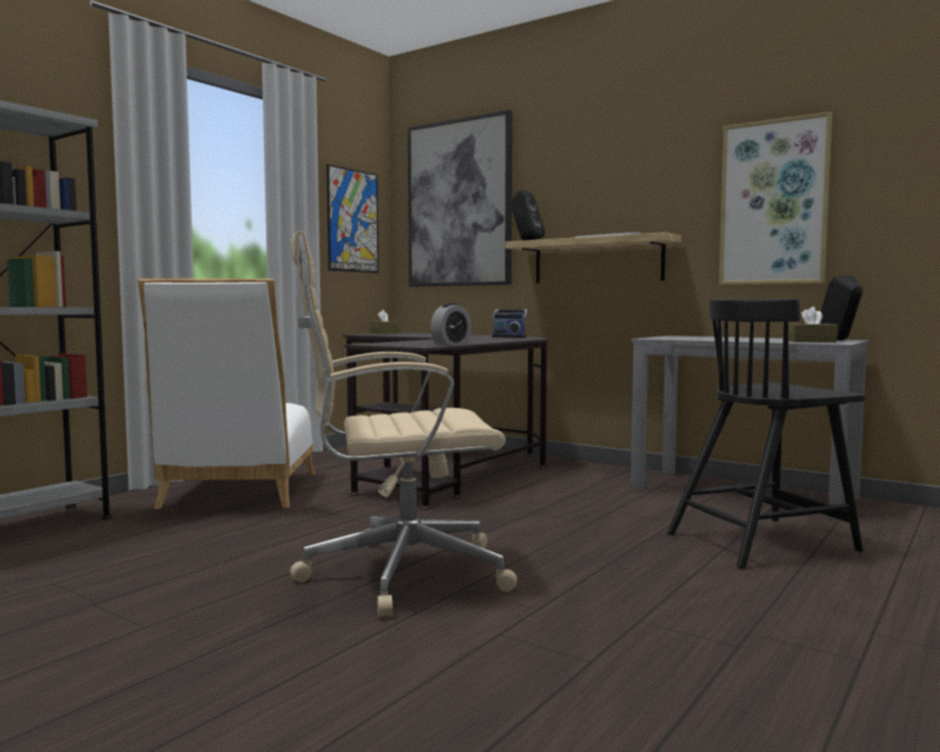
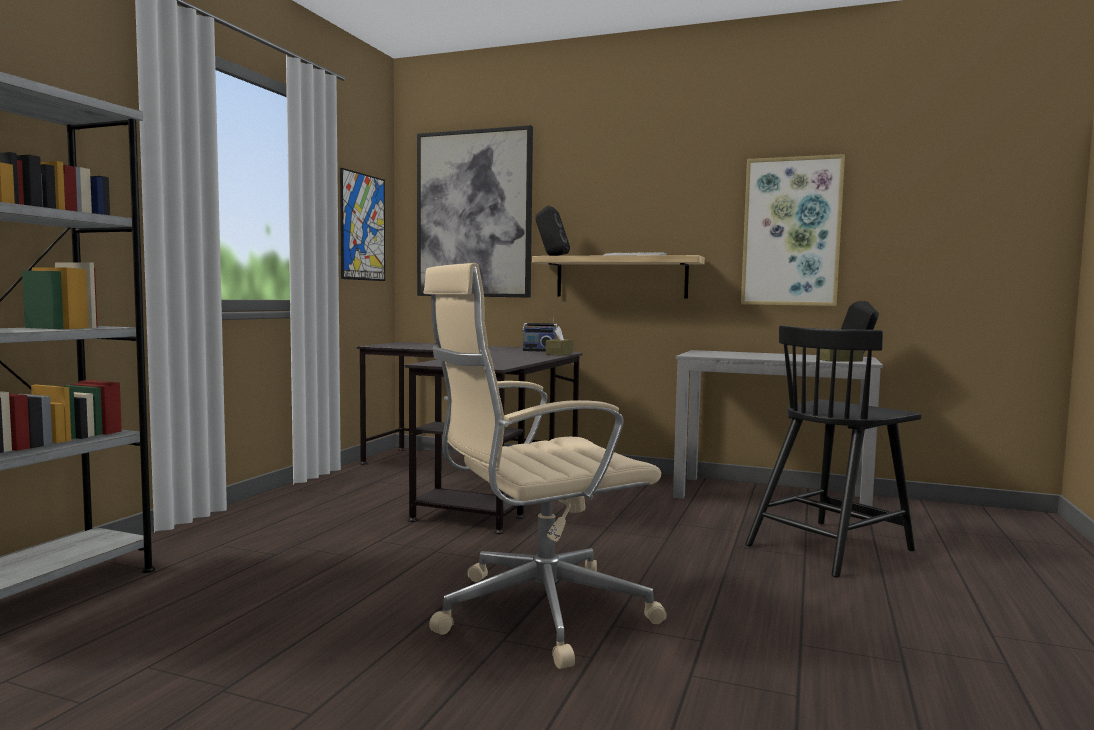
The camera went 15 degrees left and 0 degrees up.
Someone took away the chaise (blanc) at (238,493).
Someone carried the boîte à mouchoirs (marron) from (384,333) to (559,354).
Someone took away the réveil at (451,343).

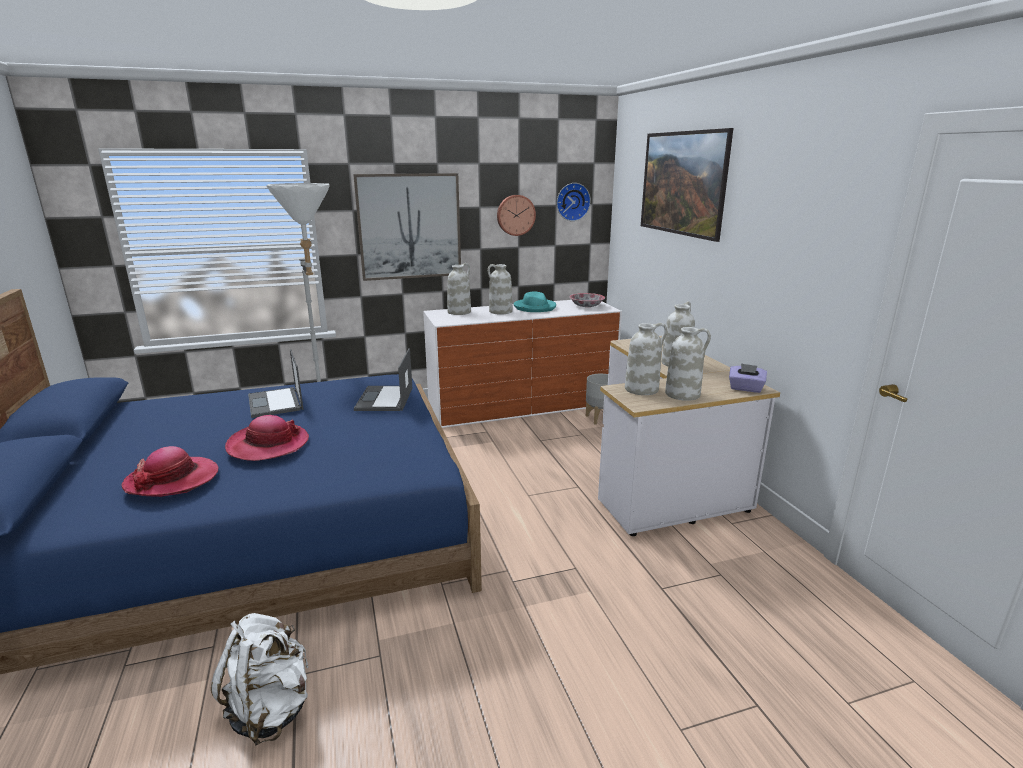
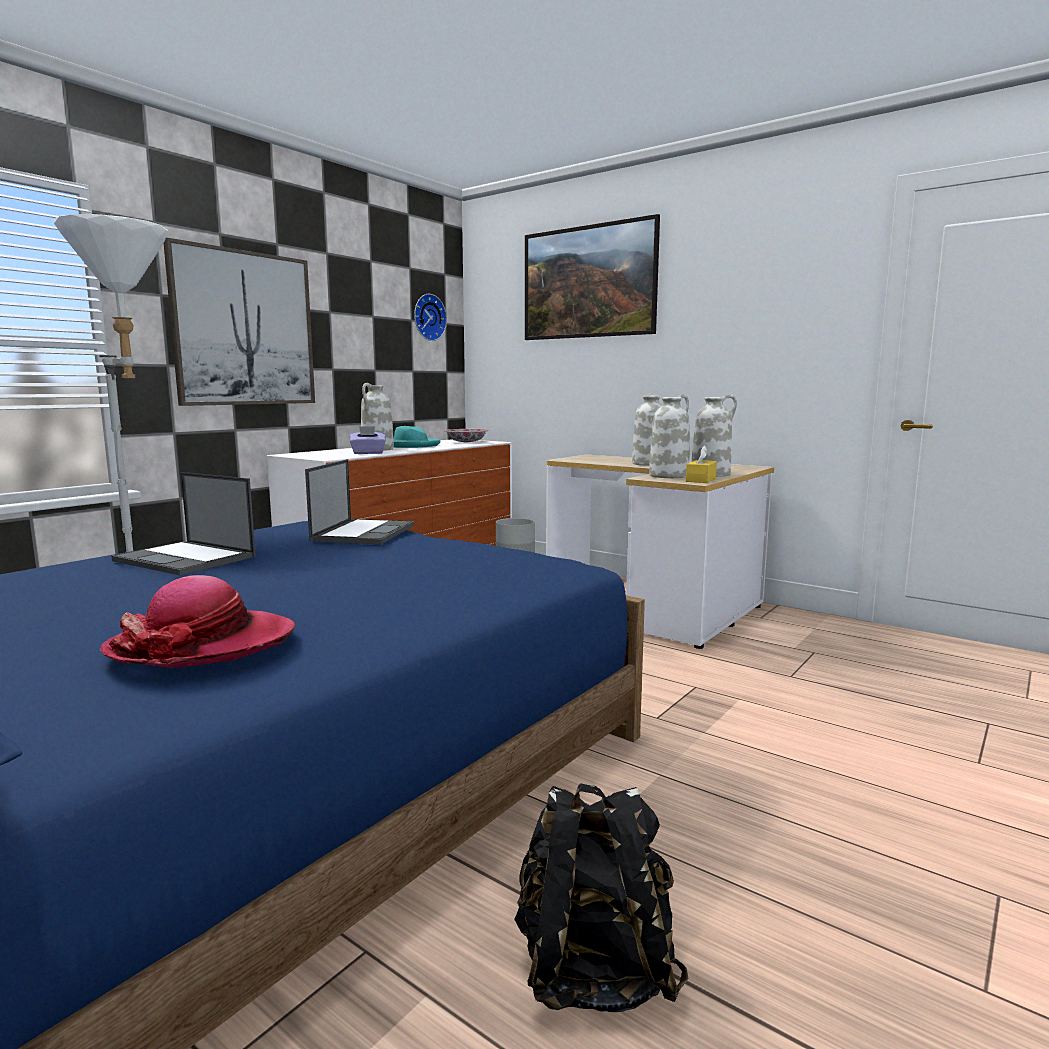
The camera went 35 degrees left and 10 degrees down.
Someone repainted the sac à dos (blanc) at (271,710), which became the sac à dos (noir) at (593,968).
Someone took away the chapeau at (268,444).
Someone rotated the ordinateur portable at (384,399) by 135 degrees counterclockwise.
Someone took away the vase (blanc) at (459,312).
Someone took away the horloge murale at (515,215).
Someone carried the boîte à mouchoirs (violet) from (745,388) to (368,453).
Someone put down the boîte à mouchoirs (jaune) at (701,480).

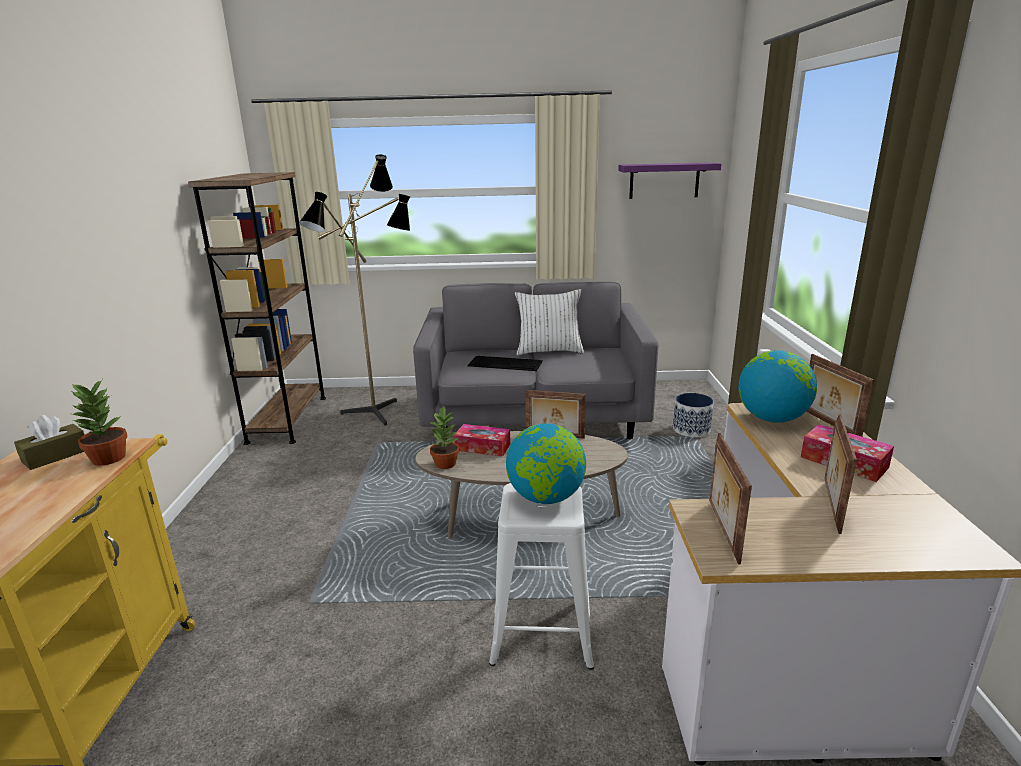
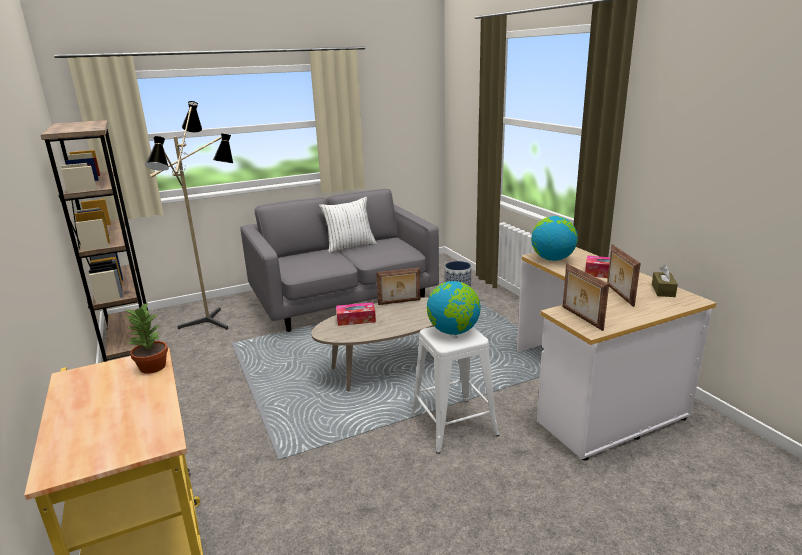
The camera went 25 degrees left and 0 degrees up.
Someone carried the boîte à mouchoirs (marron) from (55,456) to (663,290).
Someone took away the plante en pot at (446,463).
Someone took away the clavier at (506,363).
Someone took away the étagère (violet) at (664,180).
Someone took away the cadre photo at (829,424).

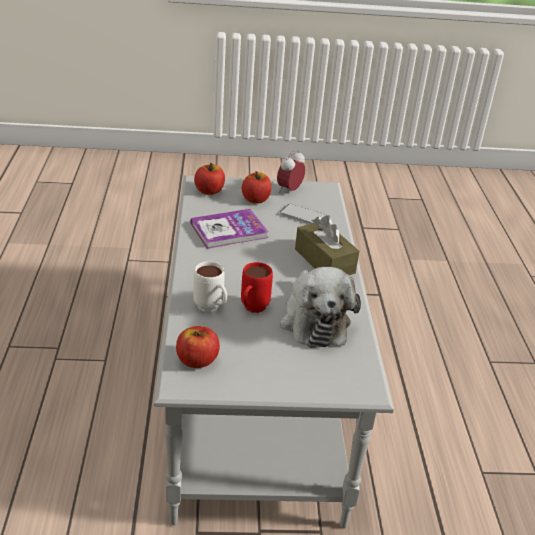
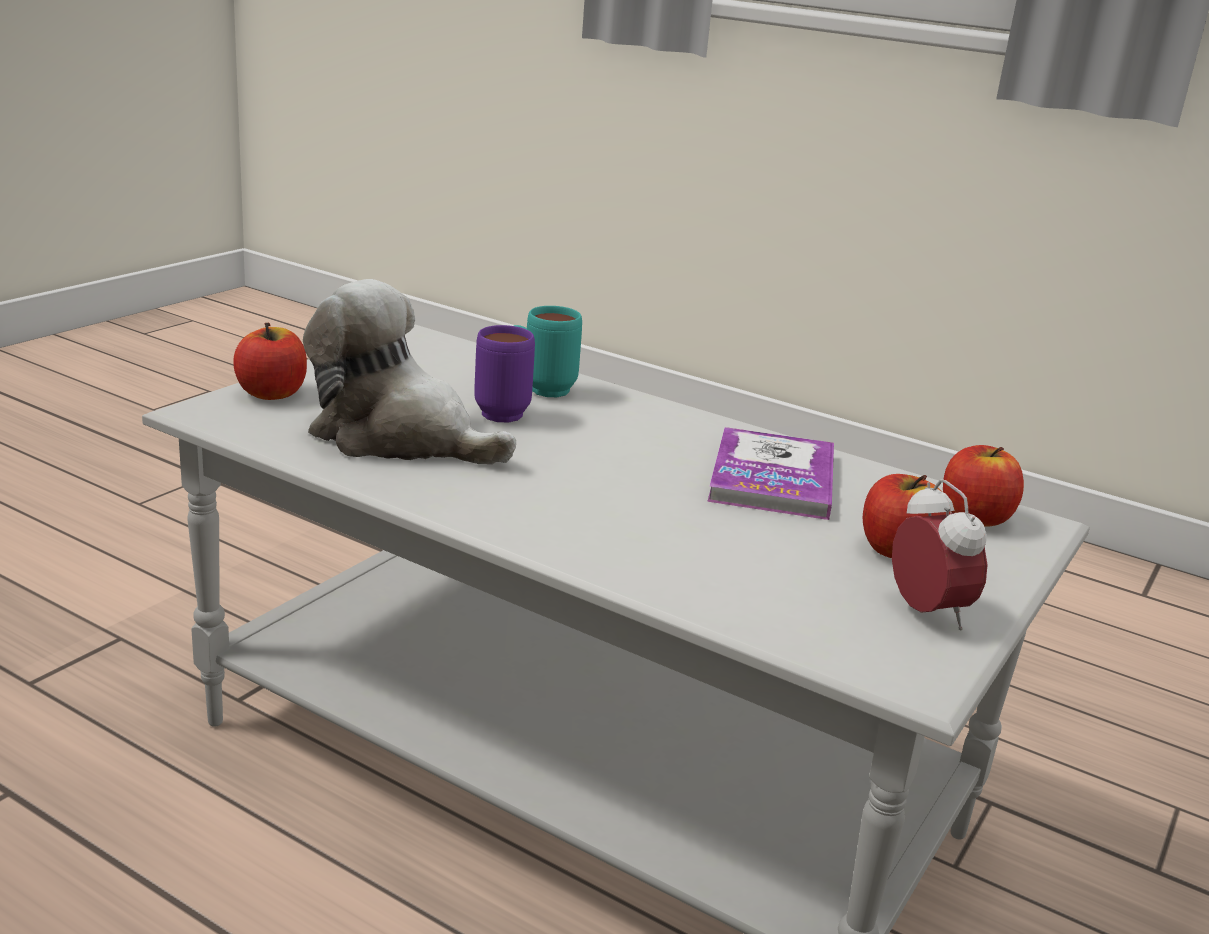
The camera went 125 degrees right and 10 degrees down.
Someone carried the pomme from (197,360) to (272,393).
Someone repainted the mug (blanc) at (211,309), which became the mug (turquoise) at (538,391).
Someone repainted the mug (rouge) at (252,310), which became the mug (violet) at (497,411).
Someone took away the téléphone at (305,216).
Someone took away the boîte à mouchoirs (marron) at (324,261).

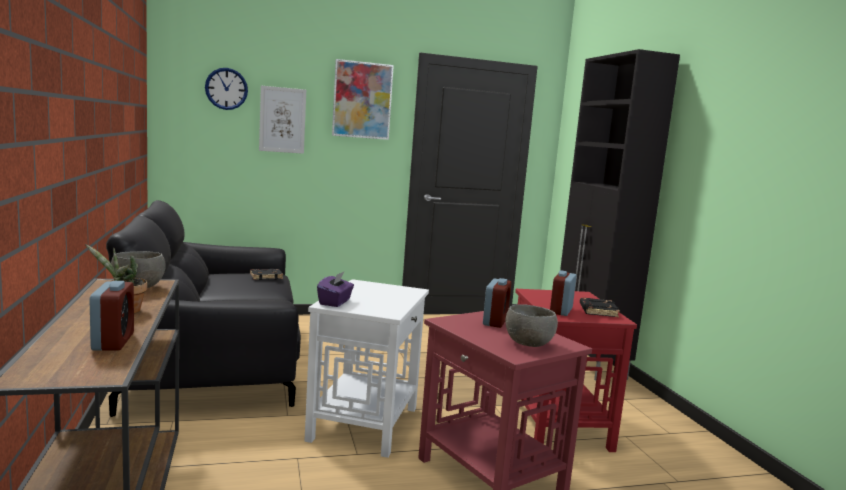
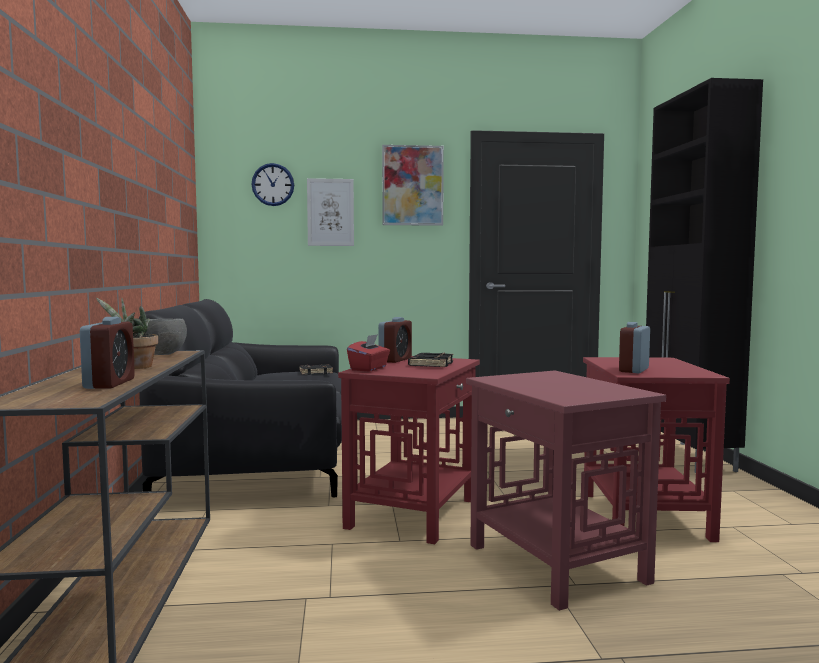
The camera went 10 degrees right and 5 degrees down.
Someone repainted the table d'appoint (blanc) at (365,424), which became the table d'appoint (rouge) at (413,513).
Someone repainted the boîte à mouchoirs (violet) at (335,302), which became the boîte à mouchoirs (rouge) at (369,369).
Someone carried the réveil from (495,321) to (395,360).
Someone took away the bol (gris) at (529,344).
Someone carried the livre (noir) from (597,311) to (430,364).

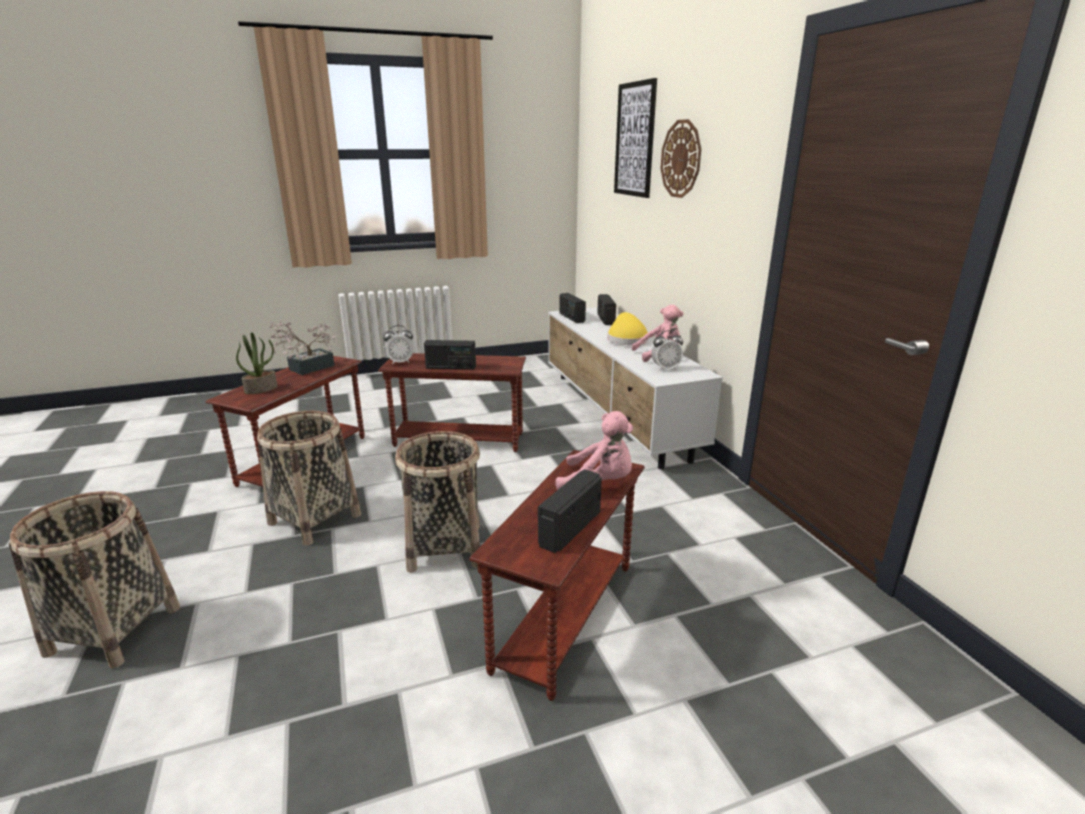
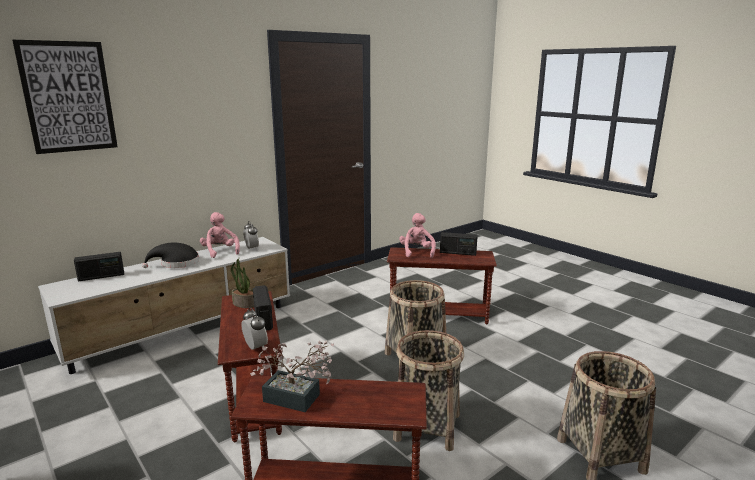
The camera went 110 degrees left and 5 degrees down.
Someone carried the plante en pot from (261,389) to (244,304).
Someone took away the radio at (571,318).
Someone repainted the chapeau (jaune) at (626,339), which became the chapeau (noir) at (176,263).
Someone took away the horloge murale at (681,159).

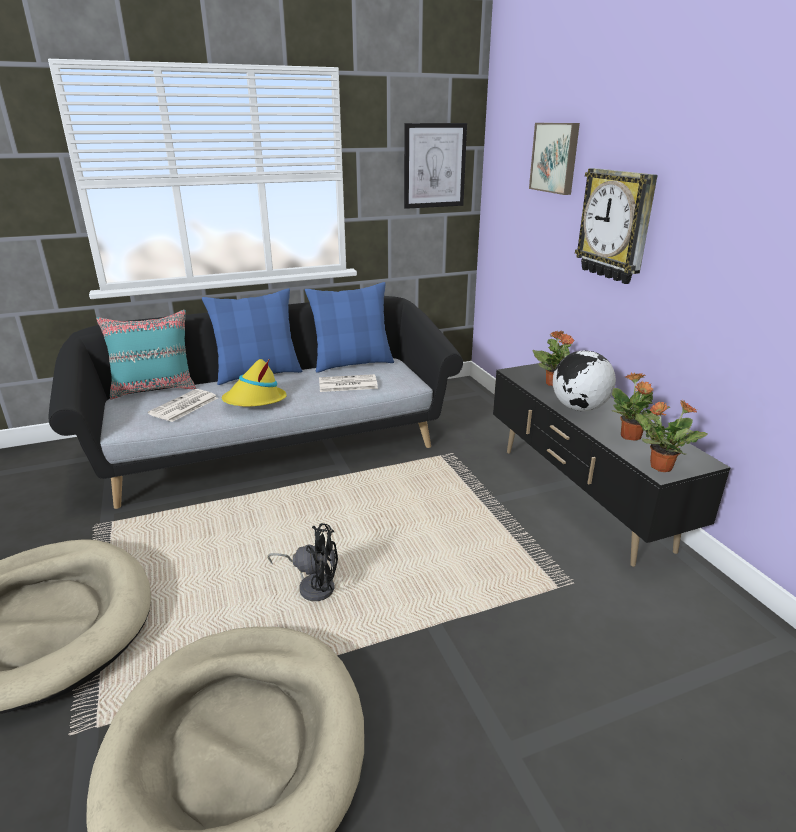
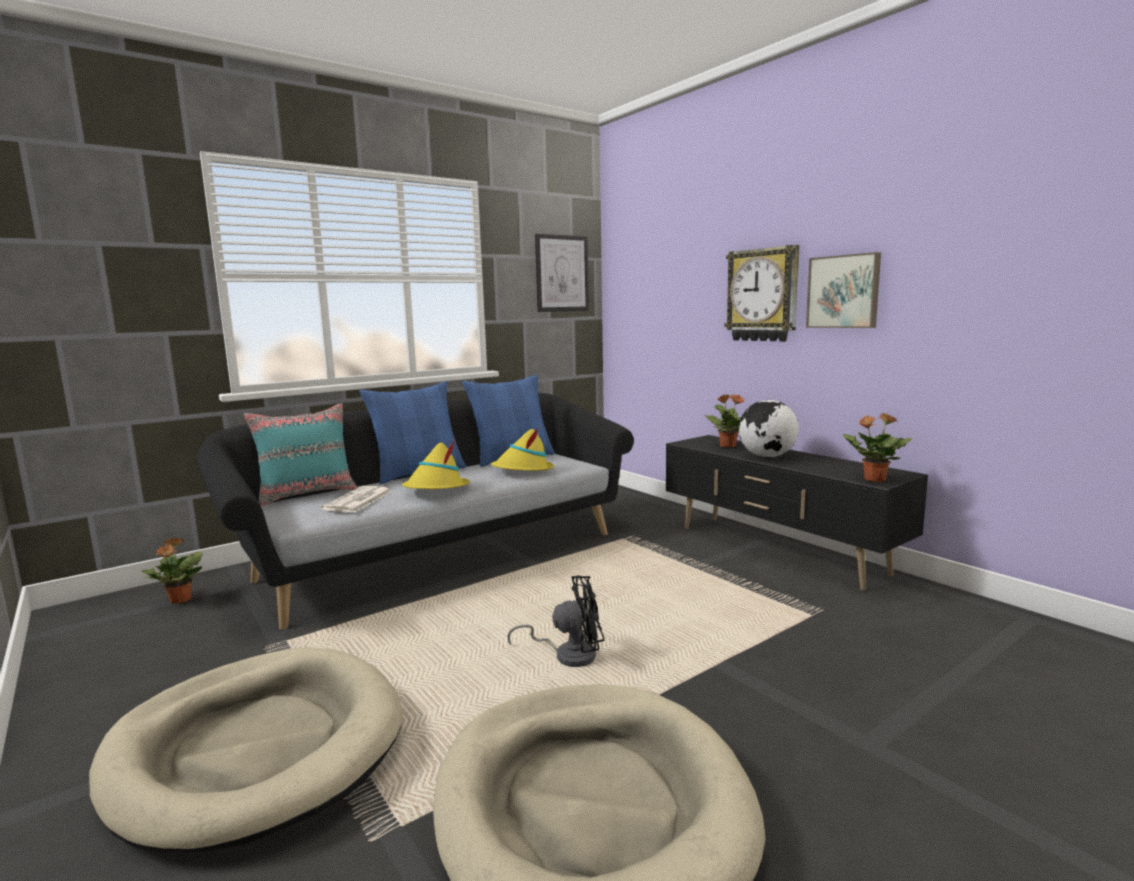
The camera went 15 degrees left and 15 degrees down.
Someone swapped the journal at (347,384) for the chapeau (jaune) at (523,470).
Someone carried the tableau from (555,158) to (844,291).
Someone carried the plante en pot from (630,437) to (180,600).

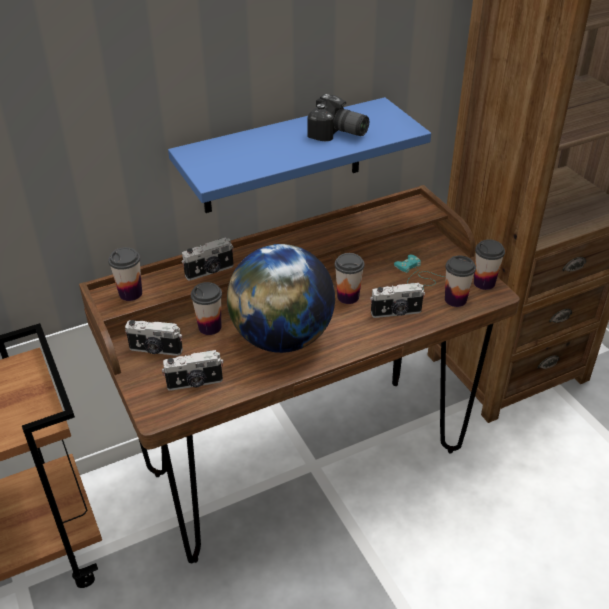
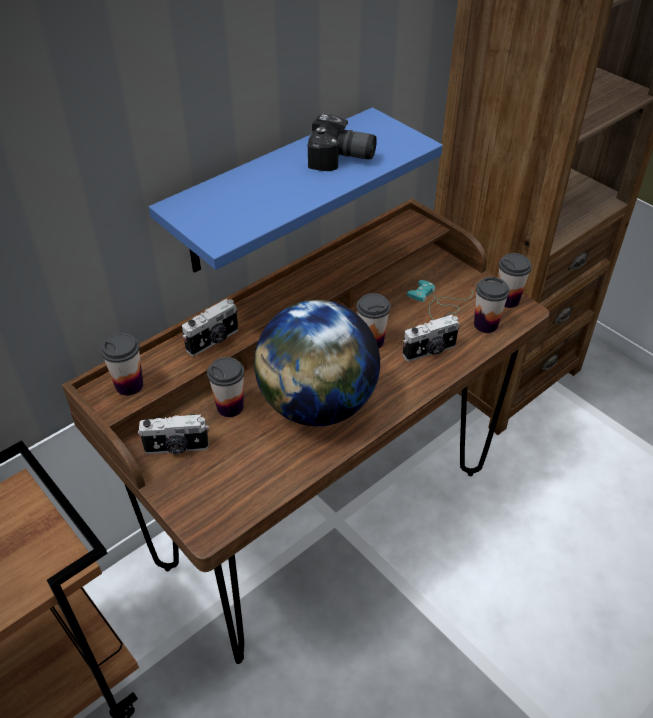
The camera went 15 degrees left and 5 degrees up.
Someone took away the appareil photo at (195,383).

